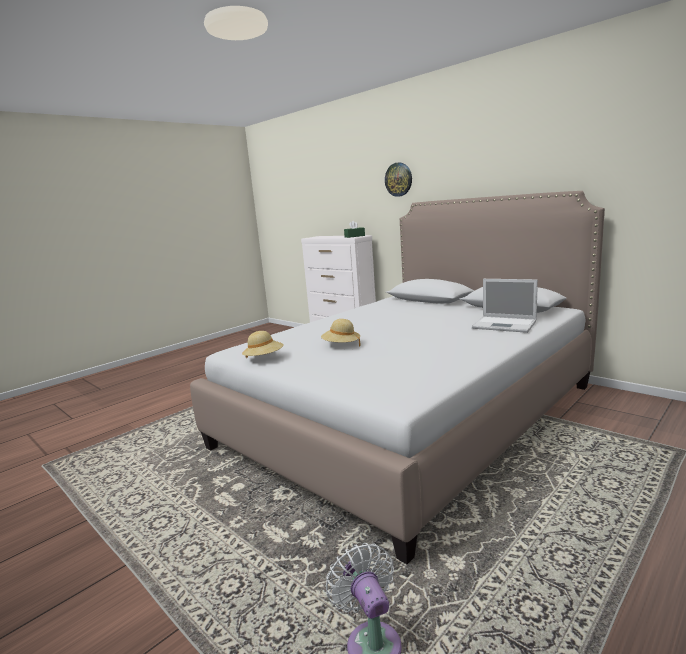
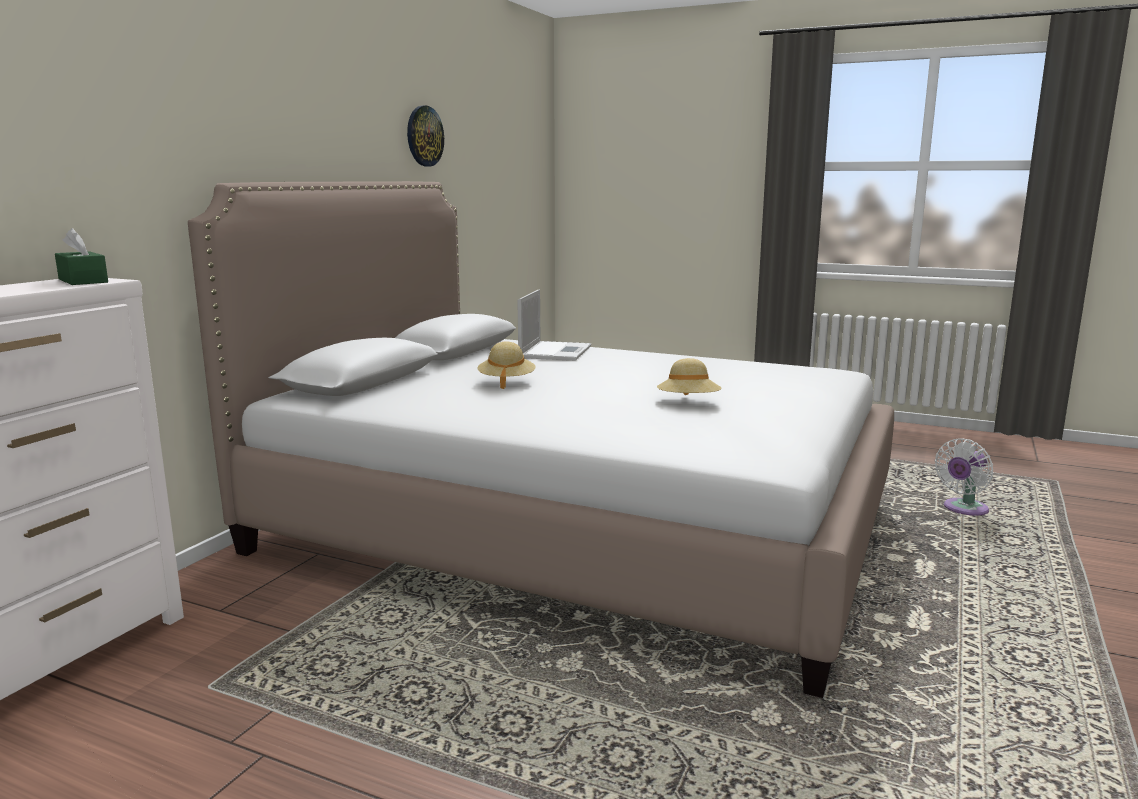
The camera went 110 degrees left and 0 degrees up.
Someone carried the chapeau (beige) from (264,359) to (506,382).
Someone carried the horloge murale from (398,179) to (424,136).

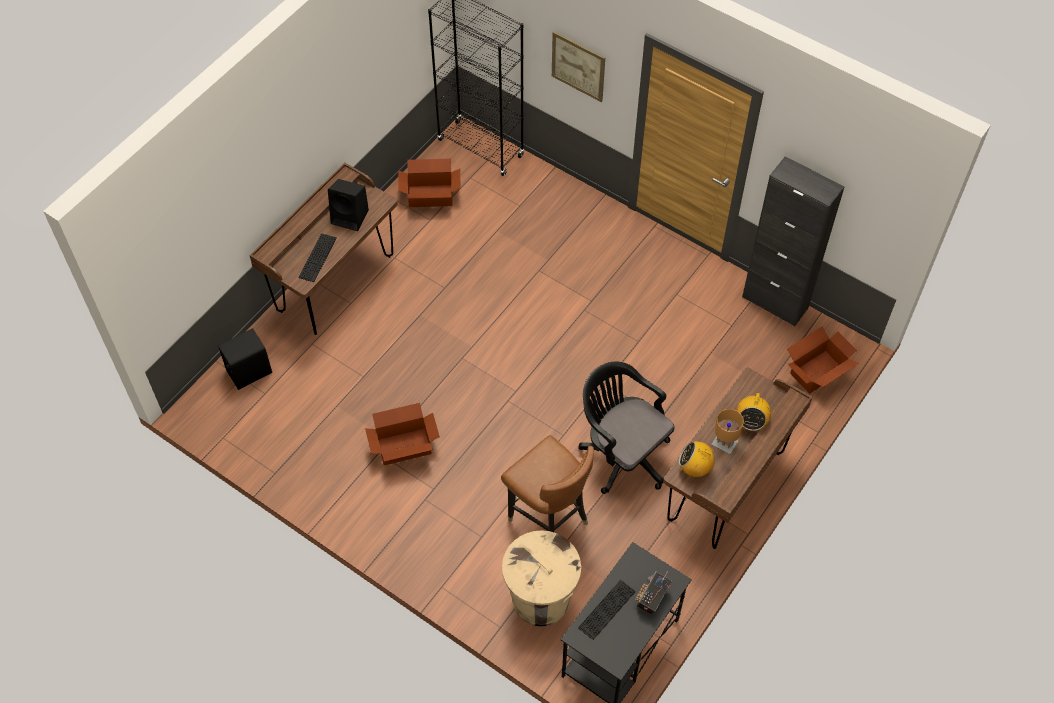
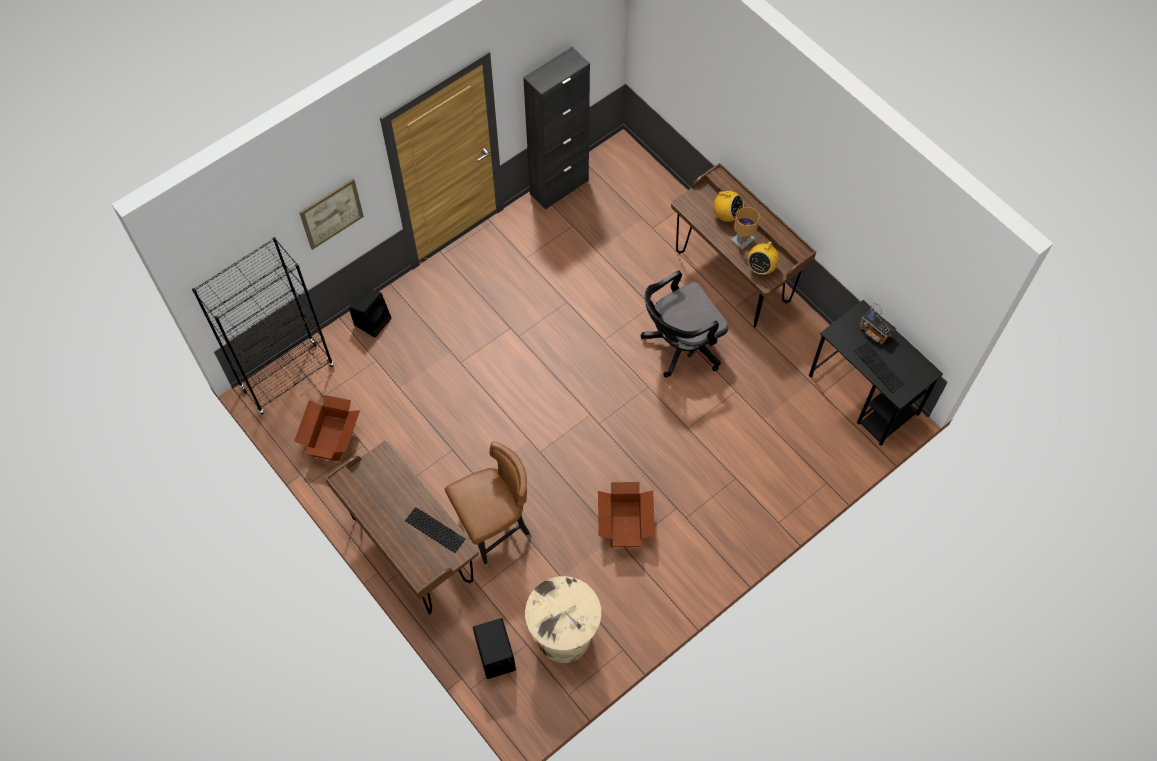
The camera went 75 degrees left and 5 degrees up.
Someone carried the enceinte (noir) from (351,217) to (373,321).
Someone carried the chaise (marron) from (548,519) to (494,531).
Someone carried the poubelle (beige) from (540,600) to (564,636).
Someone took away the carton at (818,372).

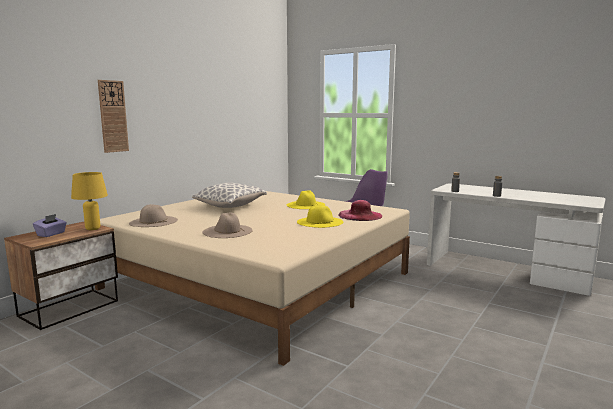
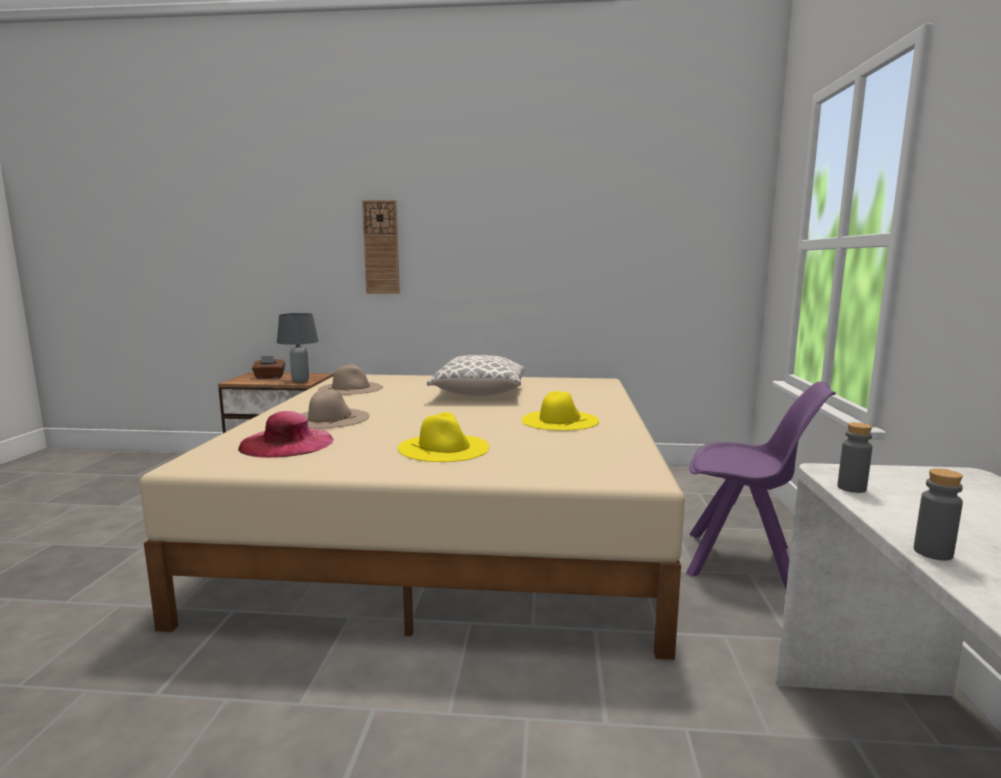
The camera went 60 degrees right and 0 degrees up.
Someone repainted the boîte à mouchoirs (violet) at (51,234), which became the boîte à mouchoirs (marron) at (269,377).
Someone repainted the lampe de table (jaune) at (93,229), which became the lampe de table (gris) at (300,381).
Someone carried the chapeau (rose) from (360,215) to (287,443).

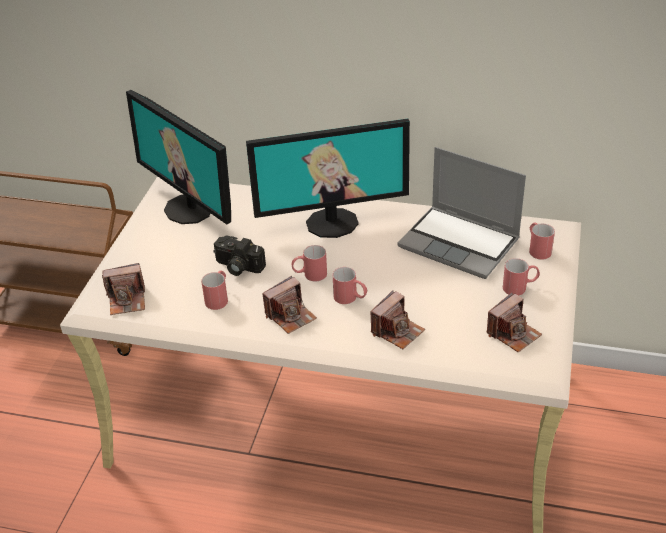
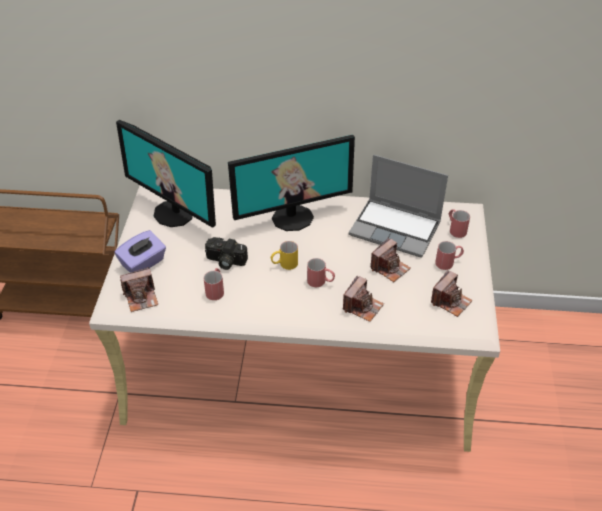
The camera went 10 degrees left and 5 degrees up.
Someone carried the appareil photo from (290,316) to (390,268).
Someone repainted the mug (rouge) at (309,275), which became the mug (jaune) at (284,264).
Someone put down the boîte à mouchoirs (violet) at (143,263).

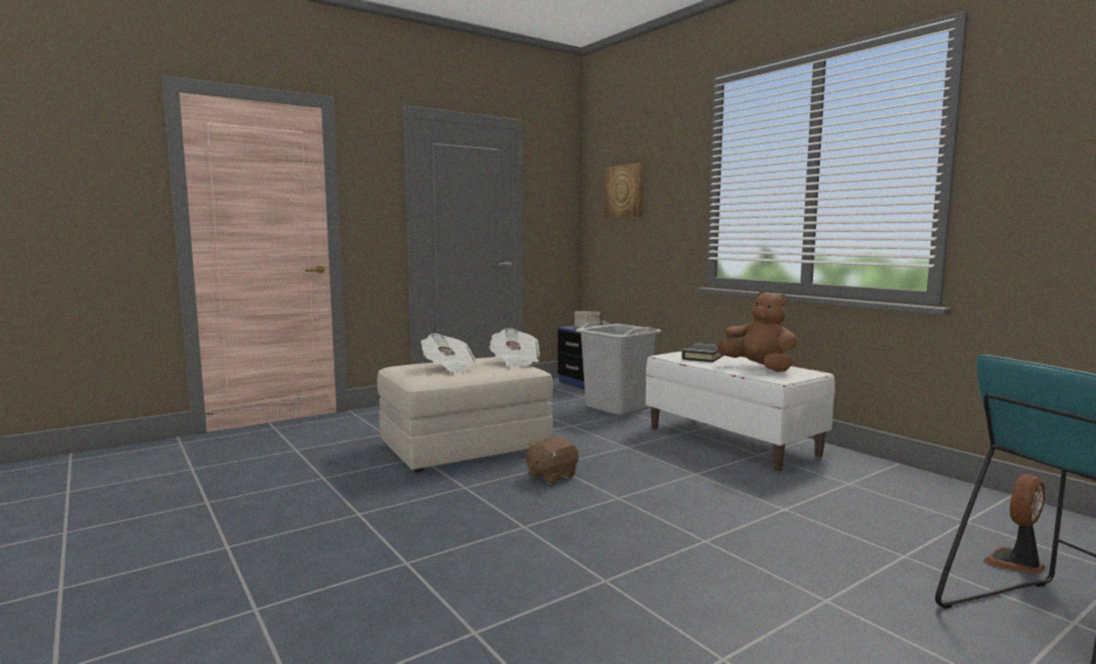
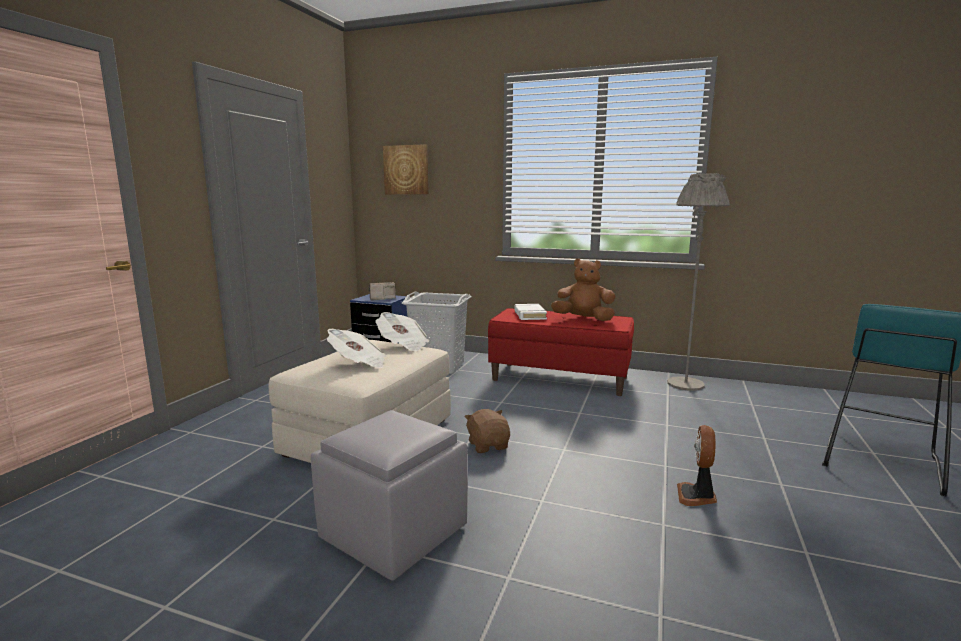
The camera went 35 degrees left and 5 degrees up.
Someone rotated the peluche (marron) at (551,476) by 150 degrees clockwise.
Someone repainted the banc (blanc) at (731,441), which became the banc (rouge) at (560,378).
Someone repainted the livre (noir) at (703,357), which became the livre (blanc) at (529,315).
Someone carried the ventilateur from (1016,563) to (697,496).
Someone put down the pouf (gris) at (393,532).
Someone put down the lampadaire (gris) at (685,384).

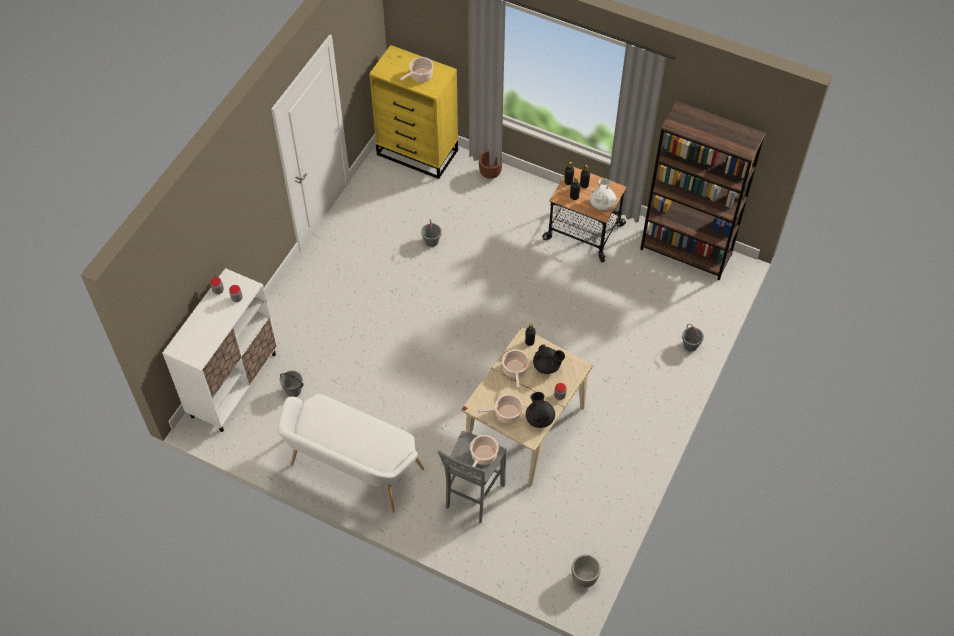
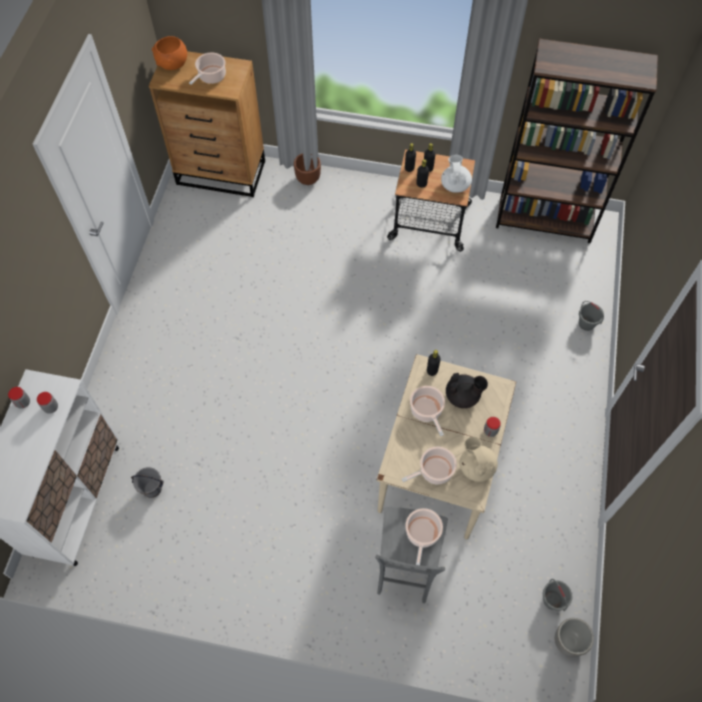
The camera went 15 degrees left and 5 degrees up.
Someone took away the banc (blanc) at (352,470).
Someone repainted the commode (jaune) at (418,153), which became the commode (marron) at (222,173).
Someone carried the seau (gris) from (431,241) to (552,600).
Someone repainted the théière (noir) at (539,418), which became the théière (beige) at (476,466).
Someone put down the bol (orange) at (172,64).

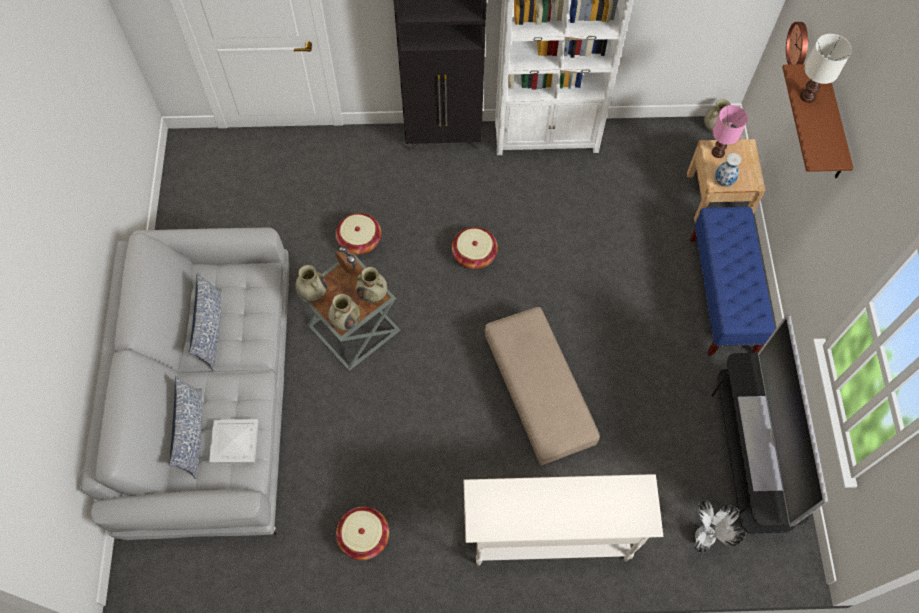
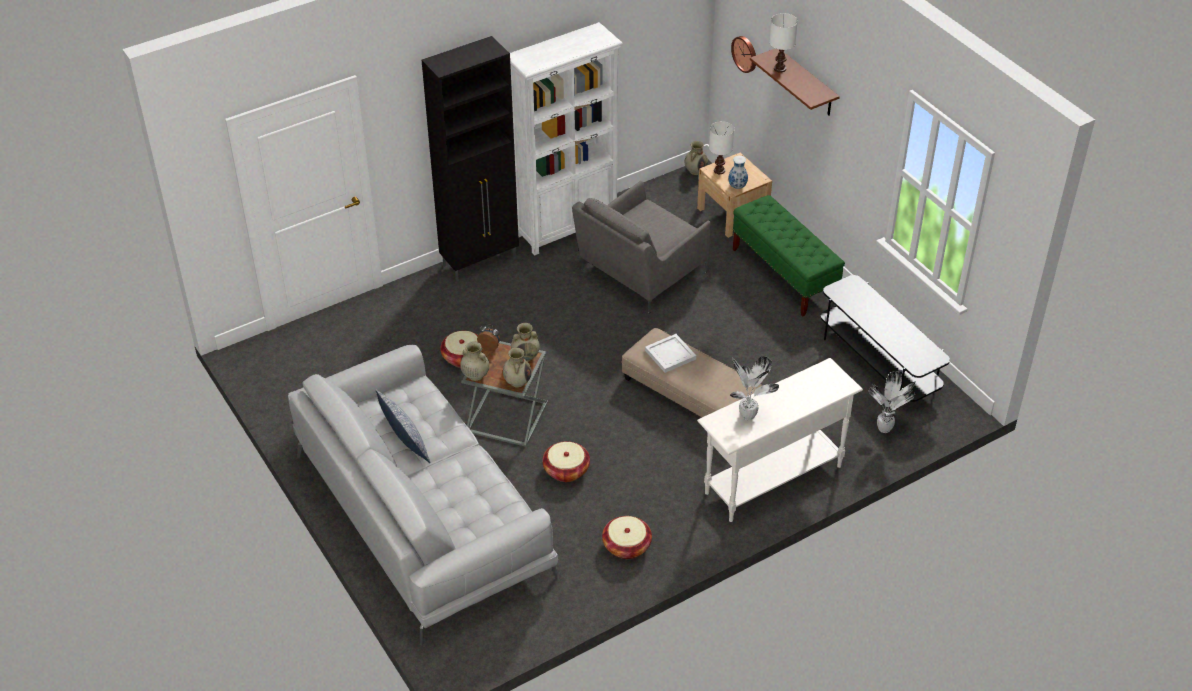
The camera went 30 degrees left and 20 degrees down.
Someone took away the coussin at (192,433).
Someone carried the plateau (blanc) from (235,441) to (670,354).
Someone carried the panier from (474,254) to (566,470).
Someone repainted the banc (bleu) at (722,295), which became the banc (vert) at (784,275).
Someone repainted the lampe de table (rose) at (718,152), which became the lampe de table (blanc) at (719,170).
Someone took away the téléviseur at (762,442).
Someone put down the fauteuil (gris) at (640,273).
Someone put down the plante en pot at (748,417).

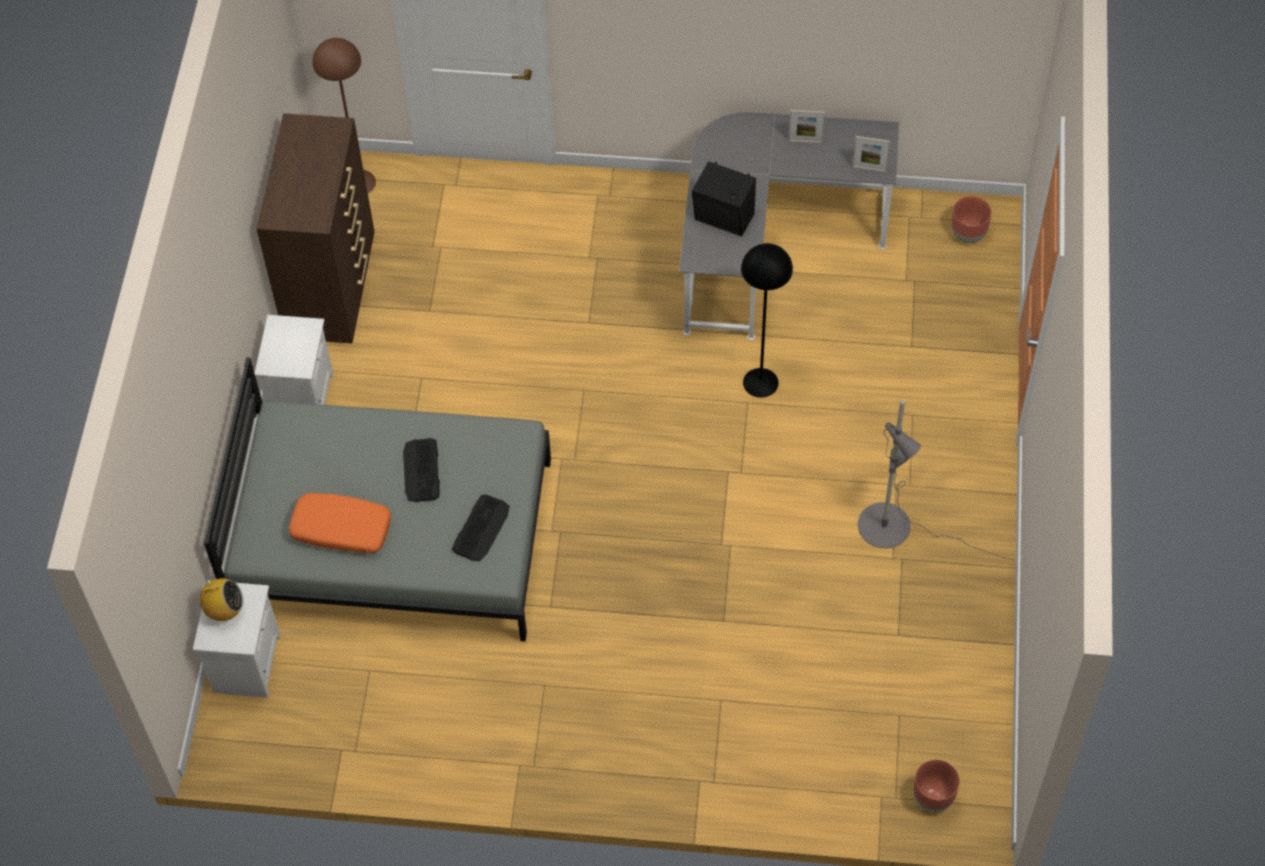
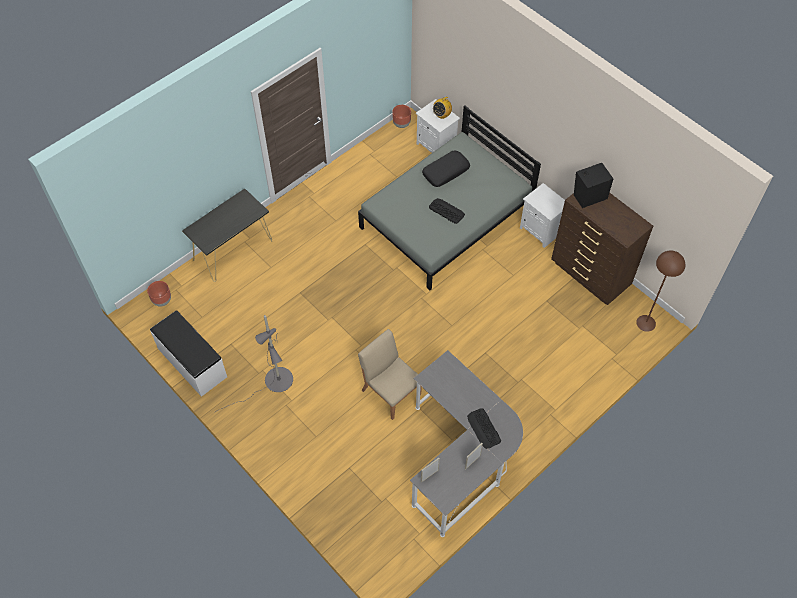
The camera went 130 degrees right and 0 degrees up.
Someone repainted the coussin (orange) at (341,529), which became the coussin (noir) at (445,172).
Someone carried the clavier from (481,528) to (484,429).
Someone carried the enceinte (noir) from (724,219) to (589,196).
Someone swapped the lampadaire (noir) at (760,383) for the chaise (beige) at (390,391).
Someone carried the cache-pot (marron) from (968,234) to (401,124).
Someone put down the banc (blanc) at (192,363).
Someone put down the table console (noir) at (233,250).

